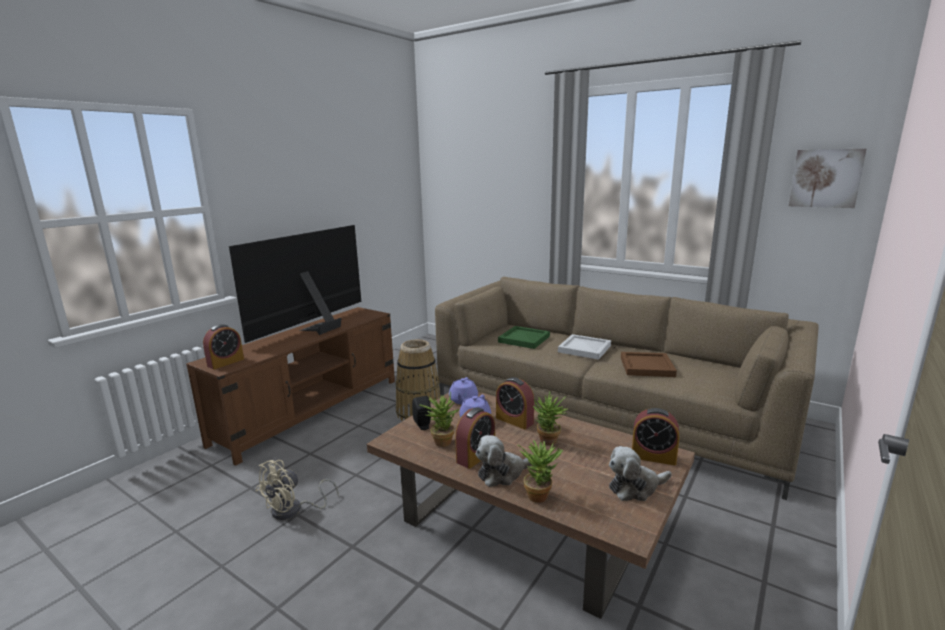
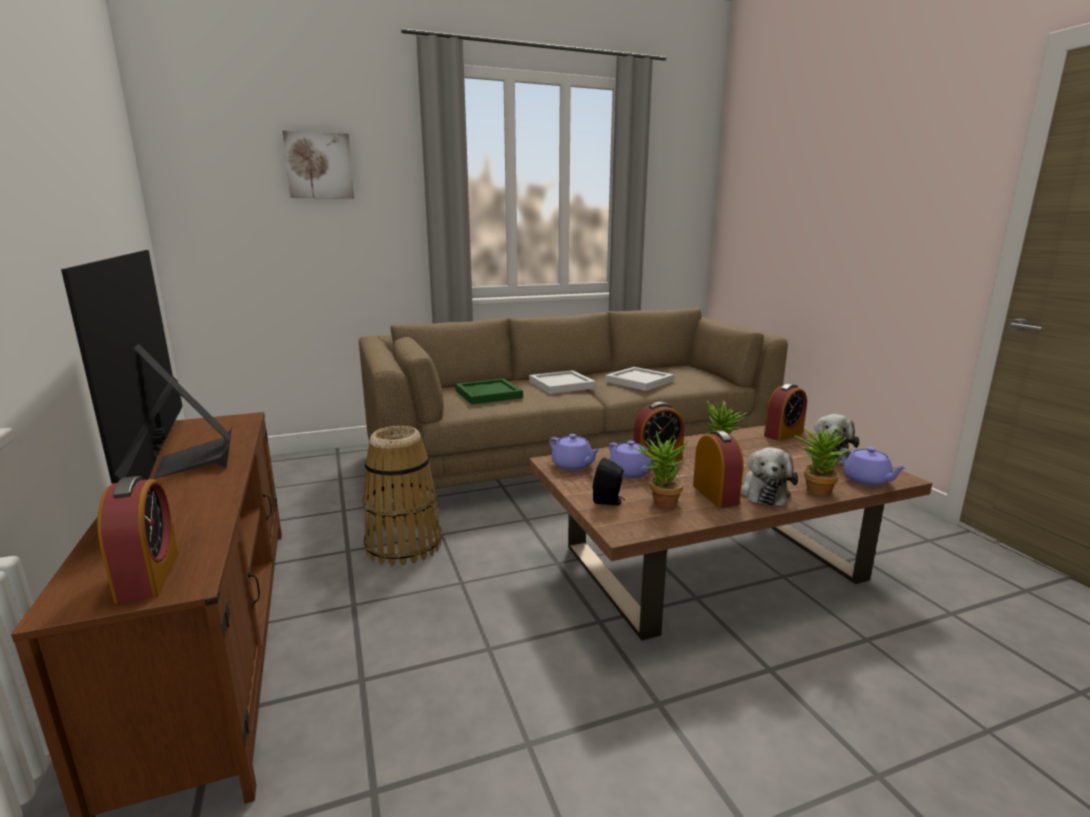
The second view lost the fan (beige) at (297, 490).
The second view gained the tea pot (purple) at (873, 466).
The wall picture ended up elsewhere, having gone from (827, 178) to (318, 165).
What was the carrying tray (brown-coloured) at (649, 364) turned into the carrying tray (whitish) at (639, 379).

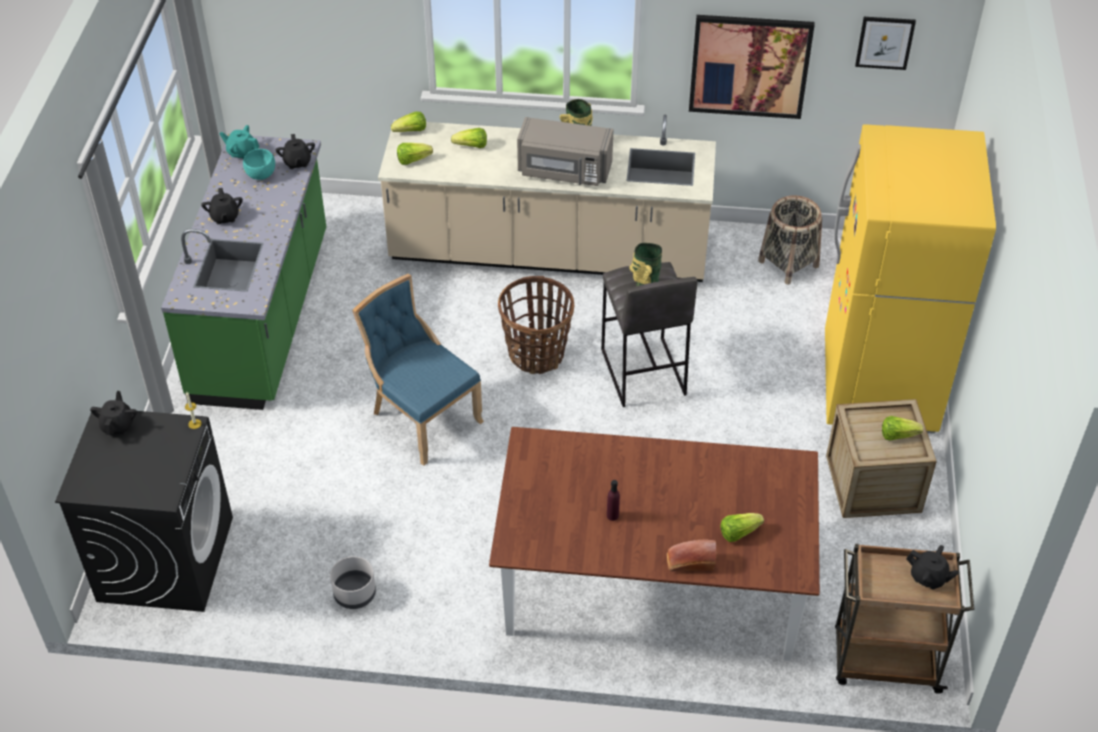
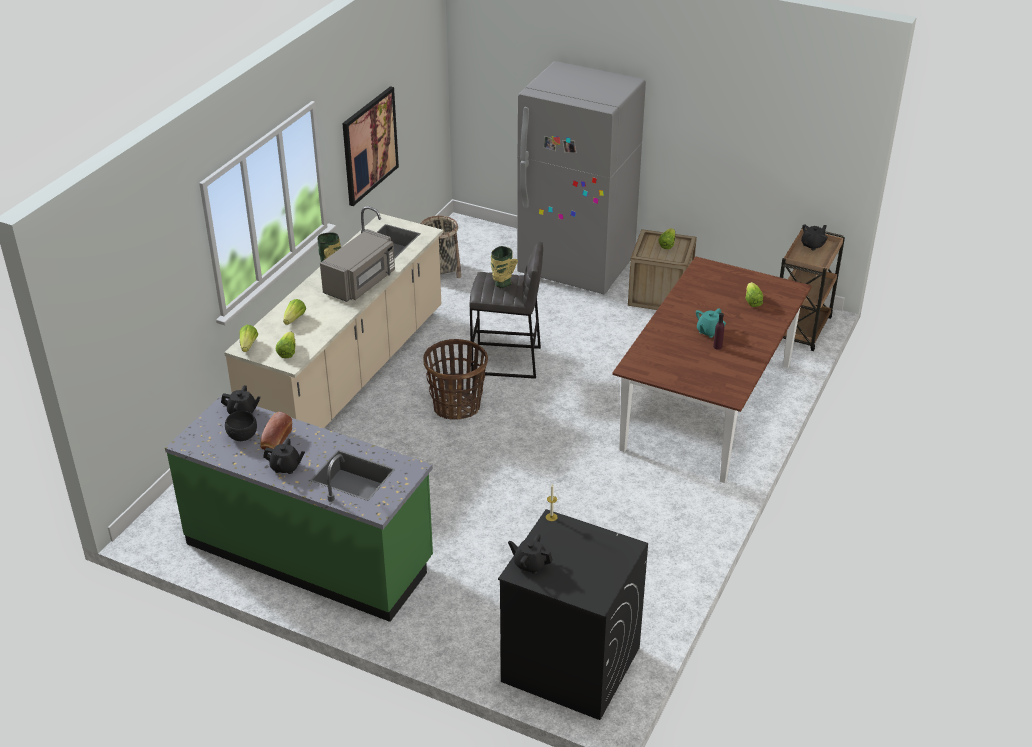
The second view lost the flower pot (gray) at (353, 582).
The second view lost the chair (blue-coloured) at (418, 370).
The second view lost the wall picture at (885, 43).
The tea pot (turquoise-coloured) ended up elsewhere, having gone from (239, 142) to (711, 323).
The baked bread ended up elsewhere, having gone from (691, 555) to (276, 431).
What was the deep dish (turquoise-coloured) at (259, 164) turned into the deep dish (black-coloured) at (241, 426).
What was the kitchen fridge (yellow) at (910, 279) turned into the kitchen fridge (gray) at (581, 178).

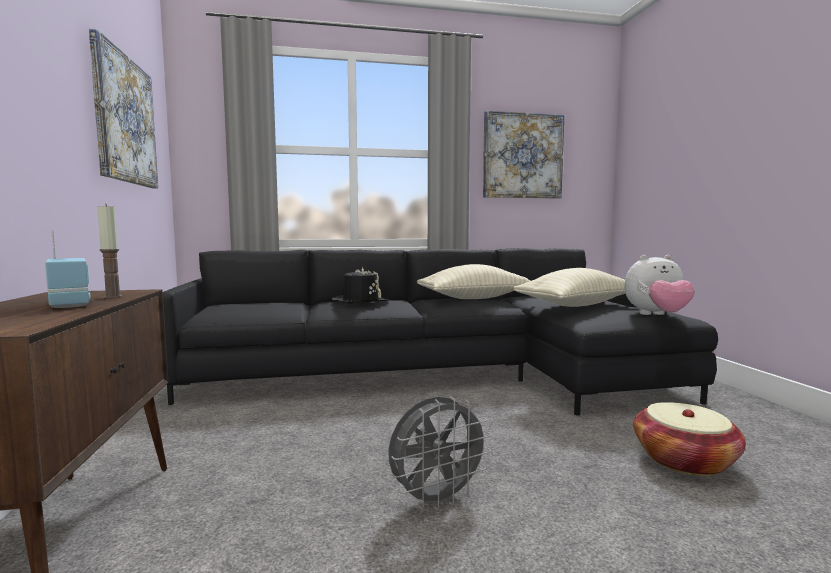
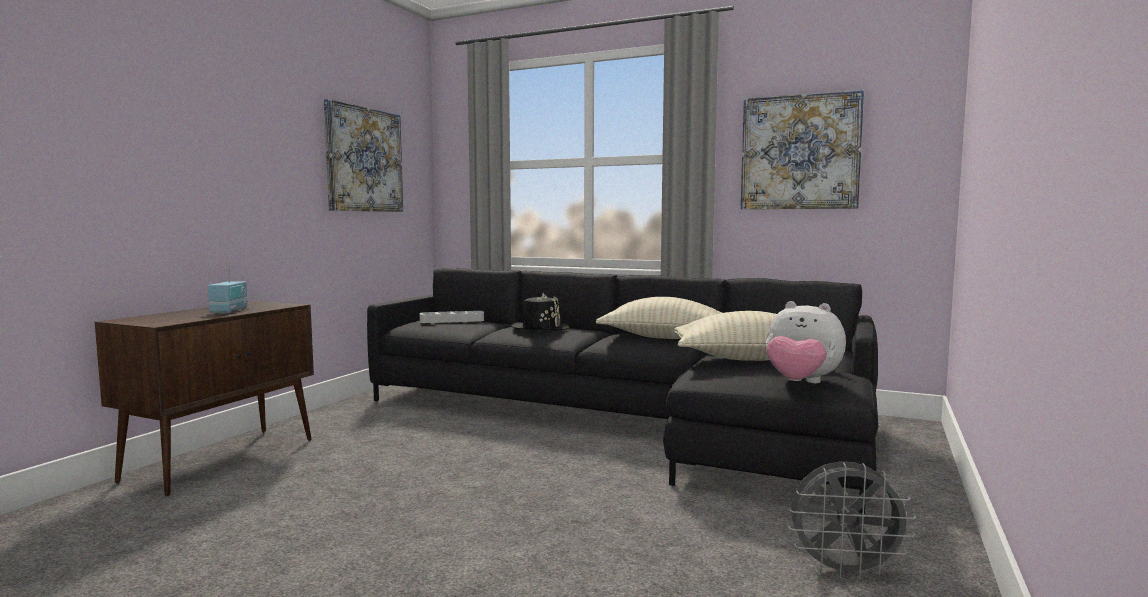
The second view lost the wax candle at (109, 251).
The second view lost the household basket at (690, 439).
The second view gained the carrying tray (gray) at (452, 317).
The fan (gray) ended up elsewhere, having gone from (440, 453) to (852, 521).

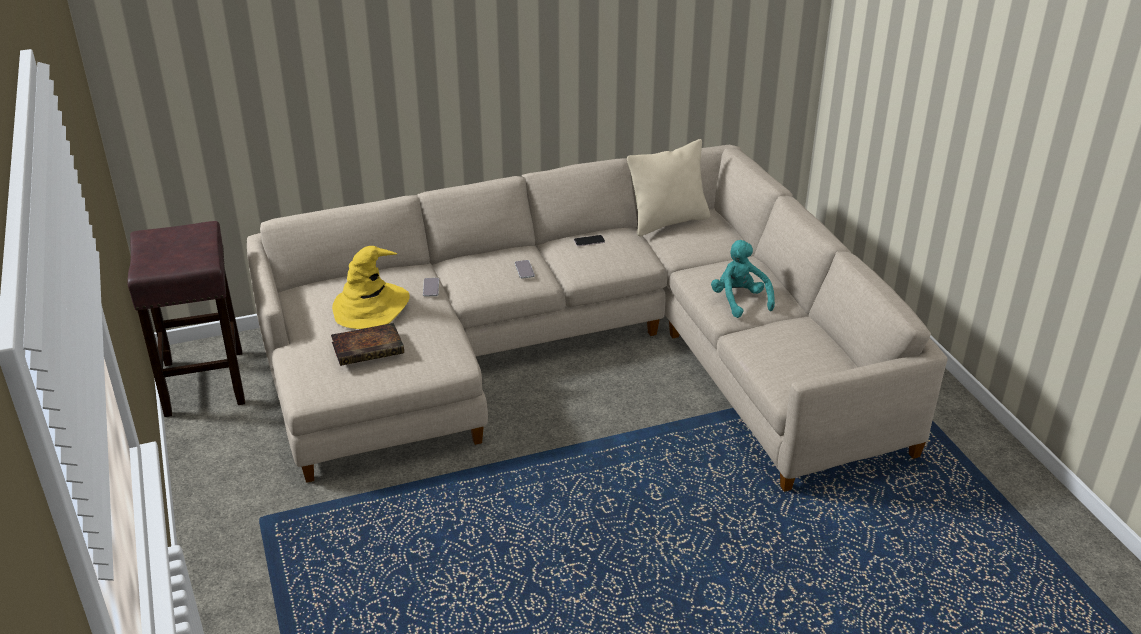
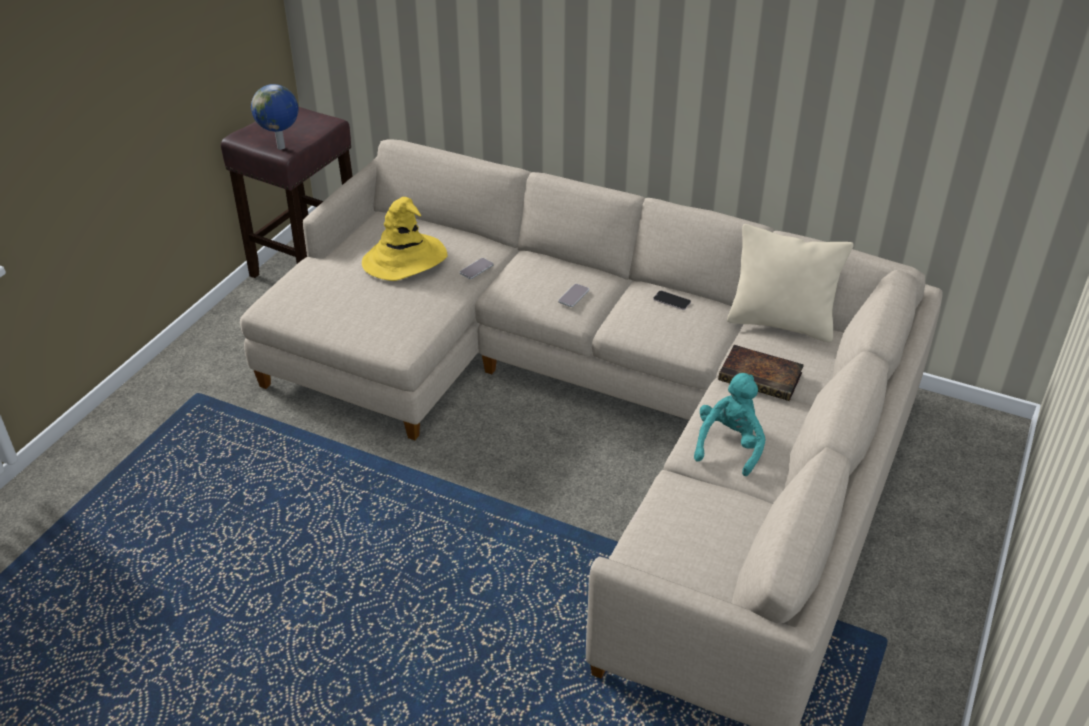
The second view gained the desk globe at (275, 117).
The book ended up elsewhere, having gone from (367, 344) to (761, 373).

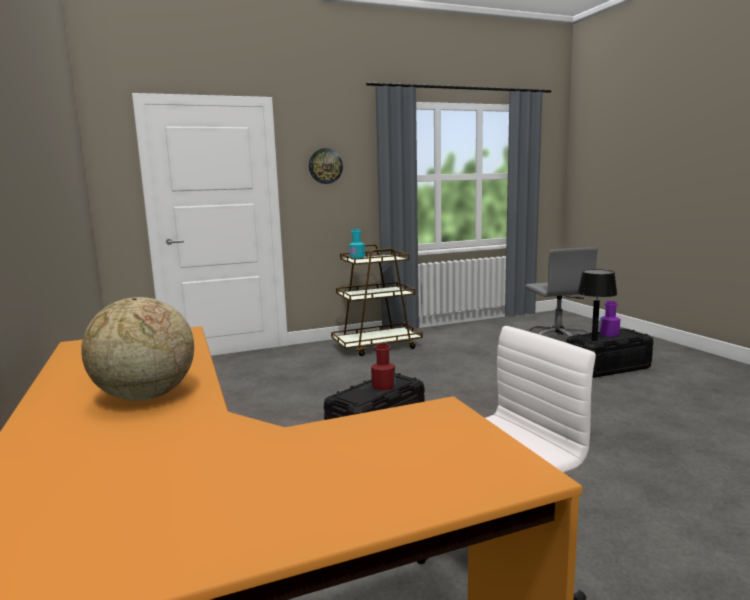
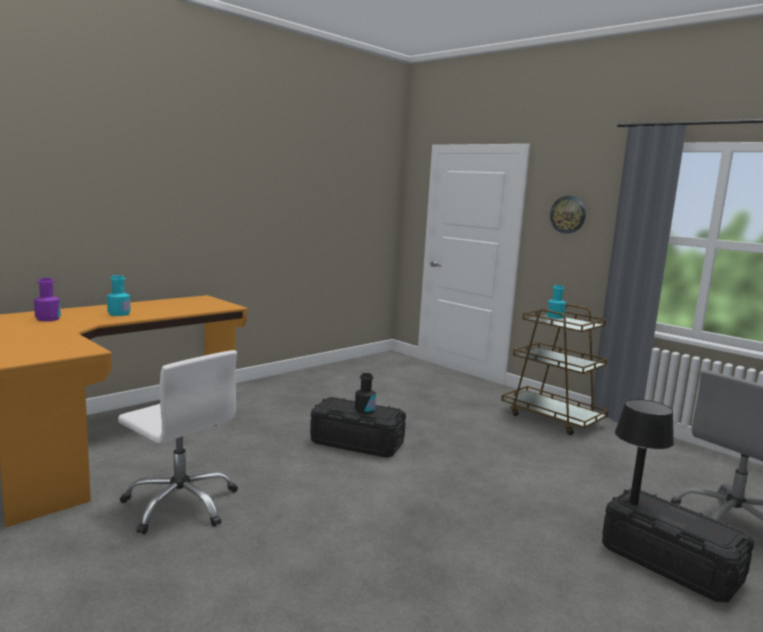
The beverage bottle (purple) ended up elsewhere, having gone from (609, 319) to (47, 299).
Where the desk globe stood at (137, 349), the beverage bottle (turquoise-coloured) came to stand at (119, 295).
What was the beverage bottle (red-coloured) at (383, 367) turned into the beverage bottle (black-coloured) at (365, 393).

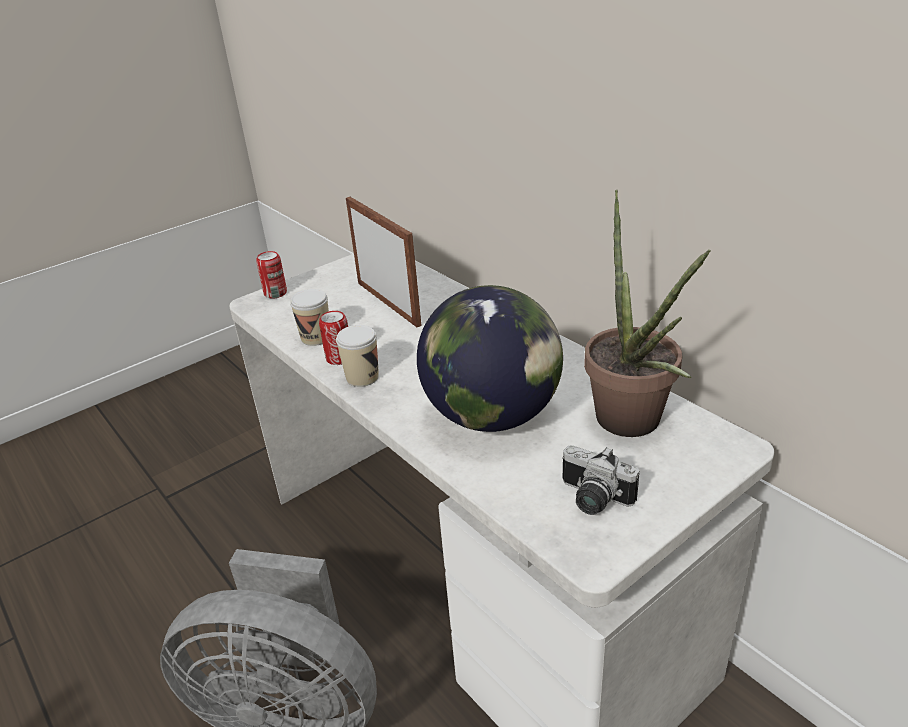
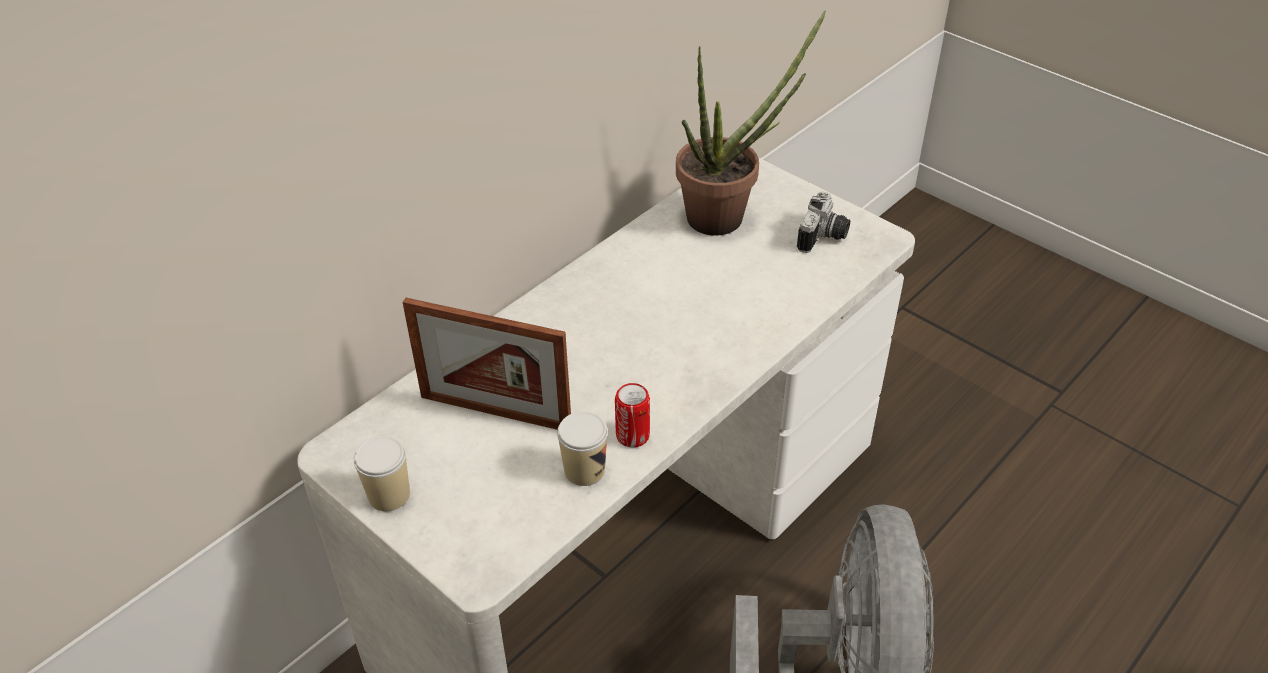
The second view lost the sealed can at (271, 275).
The second view lost the desk globe at (490, 358).
The cup ended up elsewhere, having gone from (357, 356) to (382, 474).
The picture frame at (384, 262) ended up facing another way, 120 degrees counterclockwise from before.

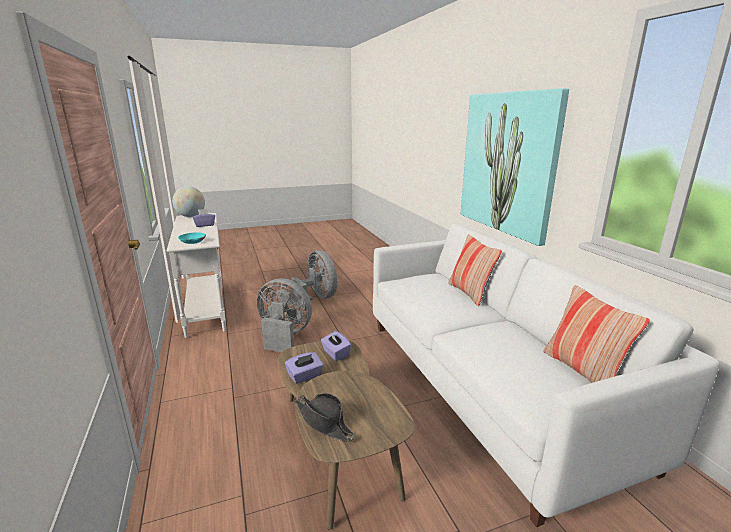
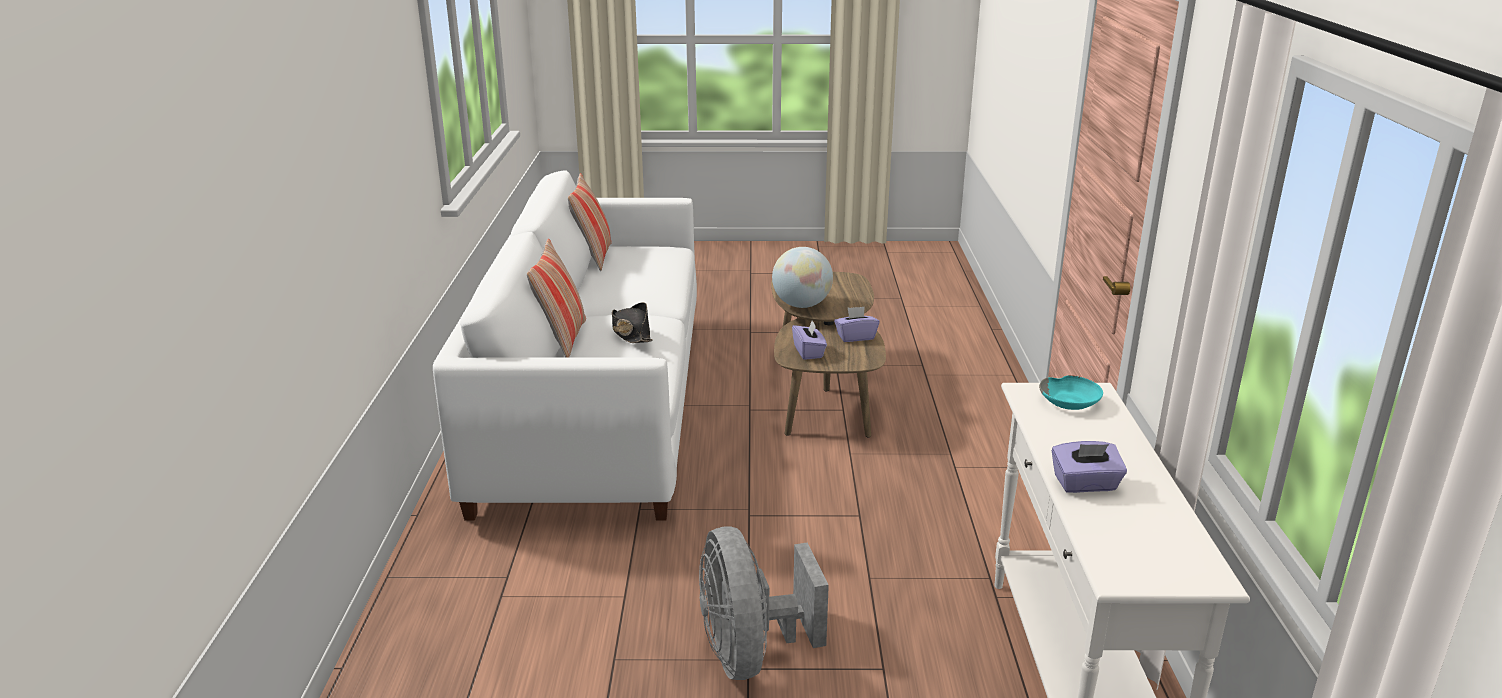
The second view lost the fan (gray) at (284, 315).
The second view lost the wall picture at (515, 167).
The desk globe ended up elsewhere, having gone from (188, 201) to (802, 277).
The wearable hat (black-coloured) ended up elsewhere, having gone from (325, 417) to (632, 322).

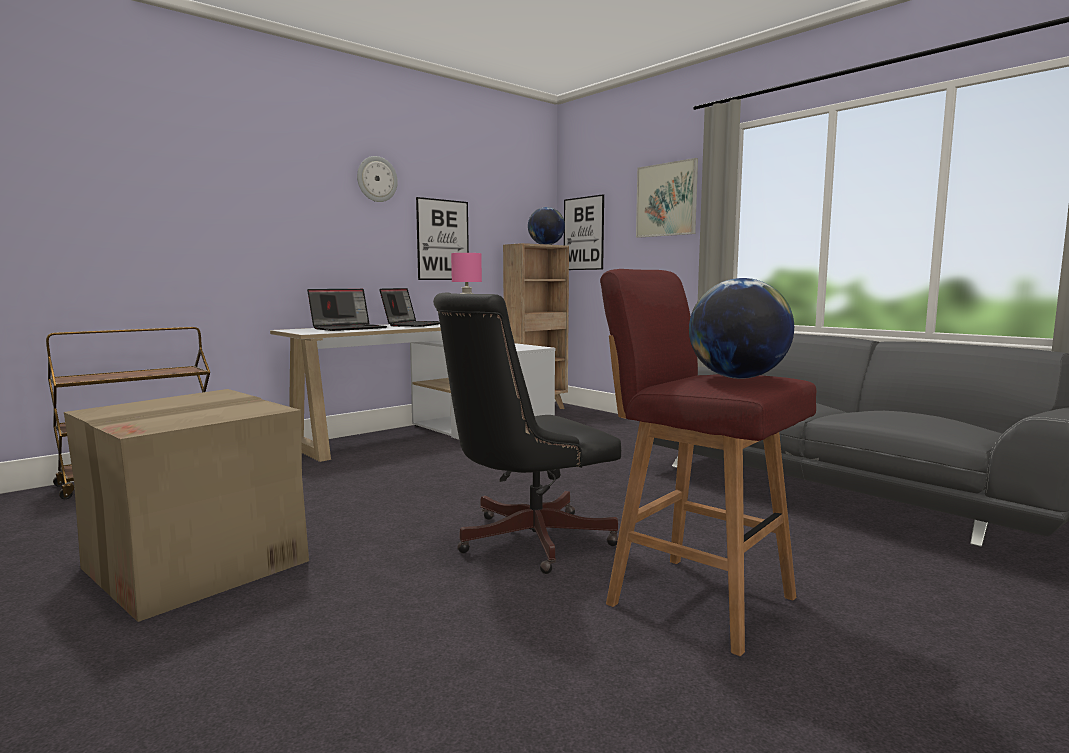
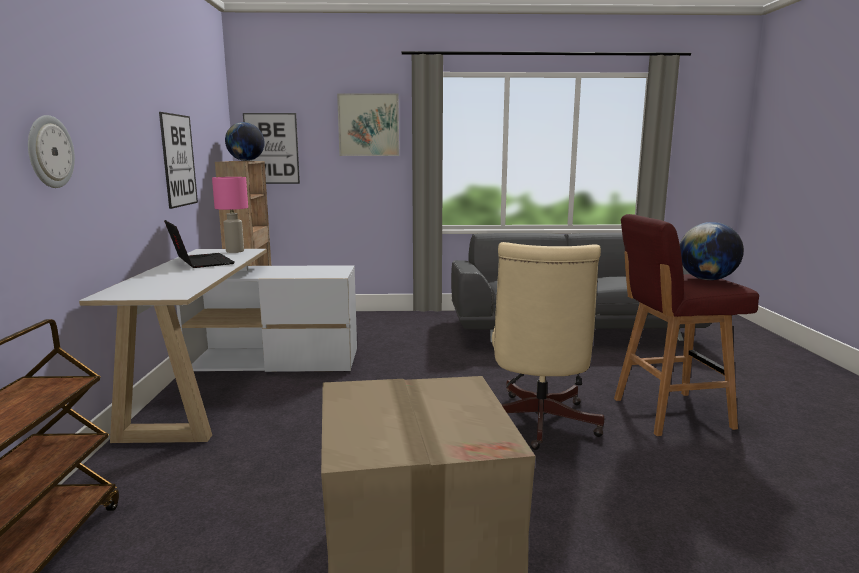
The second view lost the laptop at (347, 310).
The clock on the wall ended up elsewhere, having gone from (377, 179) to (51, 151).
What was the office chair (black-coloured) at (527, 433) turned into the office chair (beige) at (548, 346).

